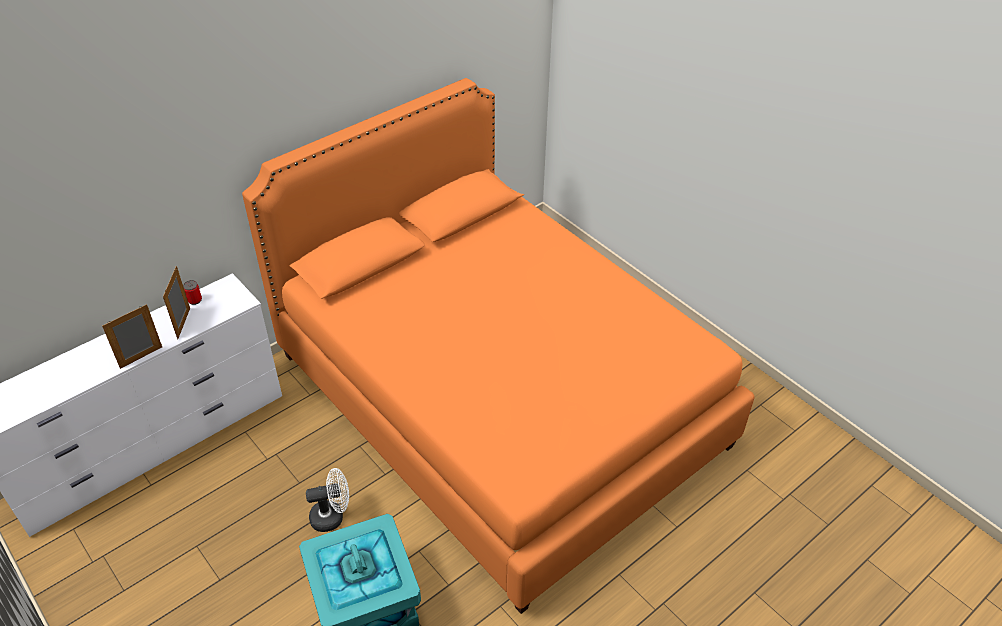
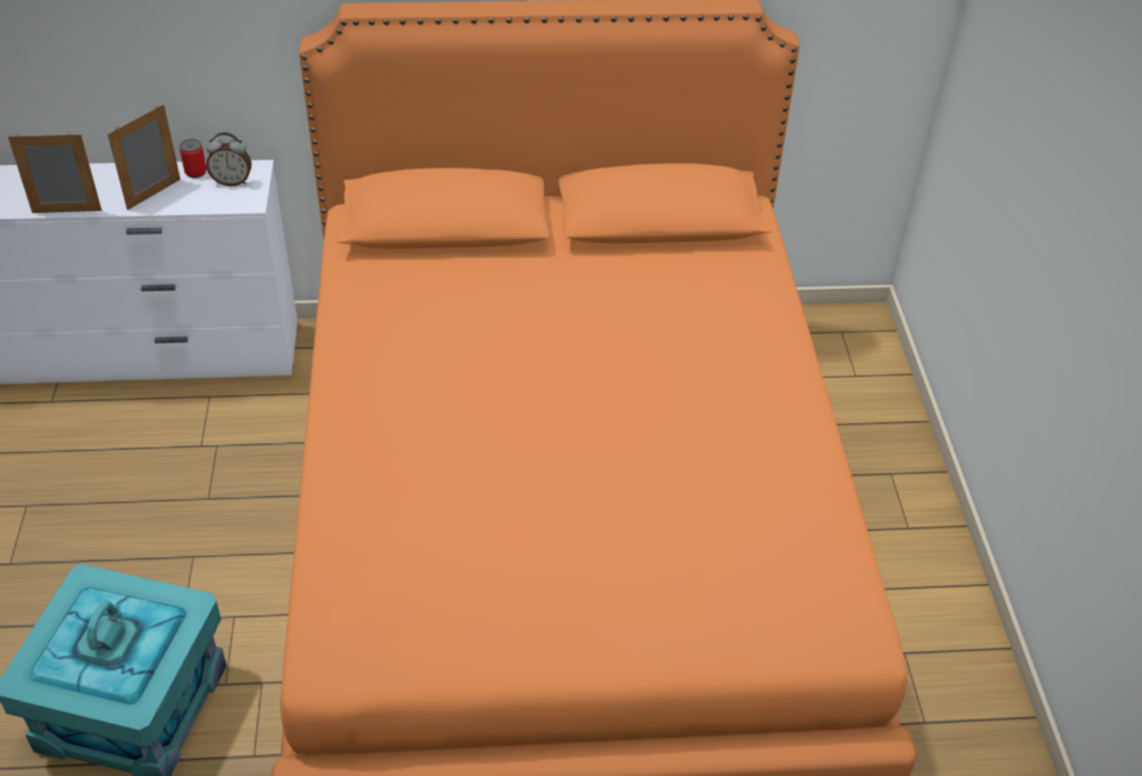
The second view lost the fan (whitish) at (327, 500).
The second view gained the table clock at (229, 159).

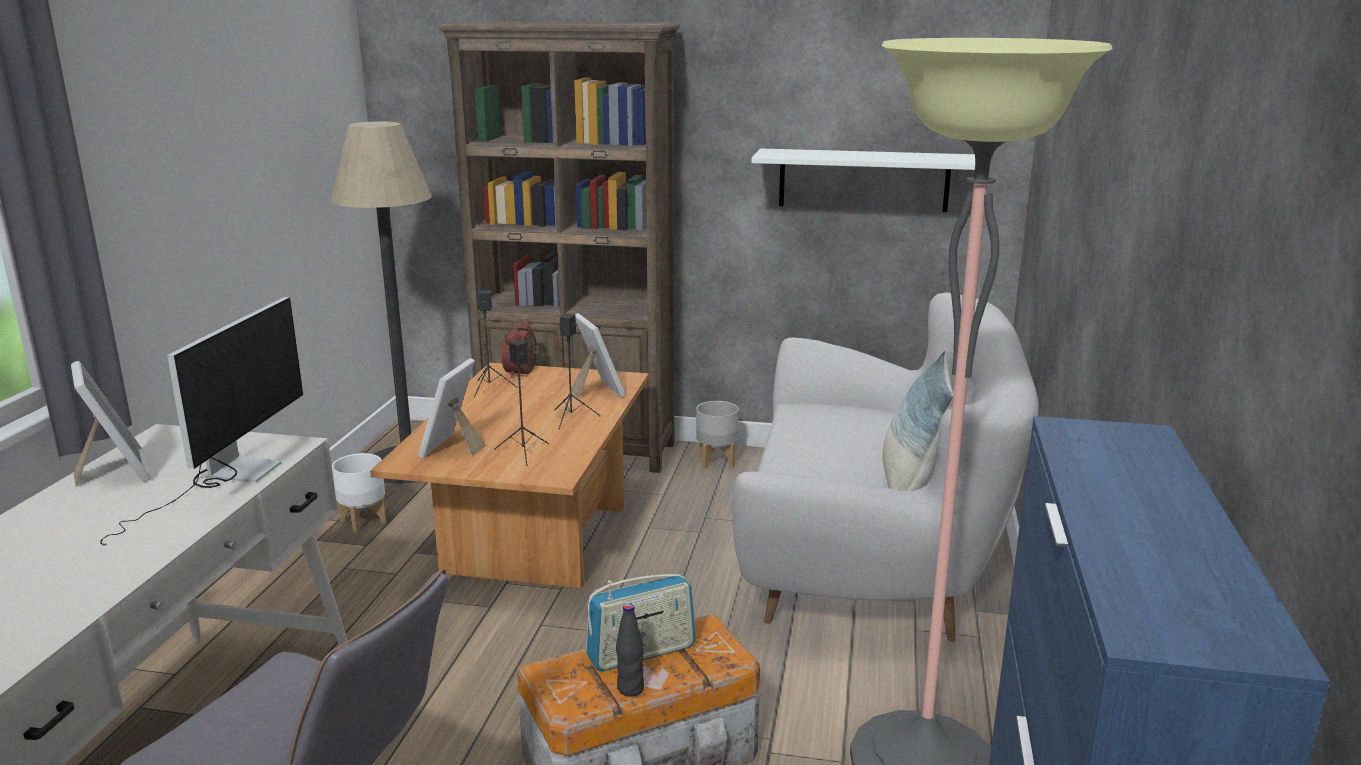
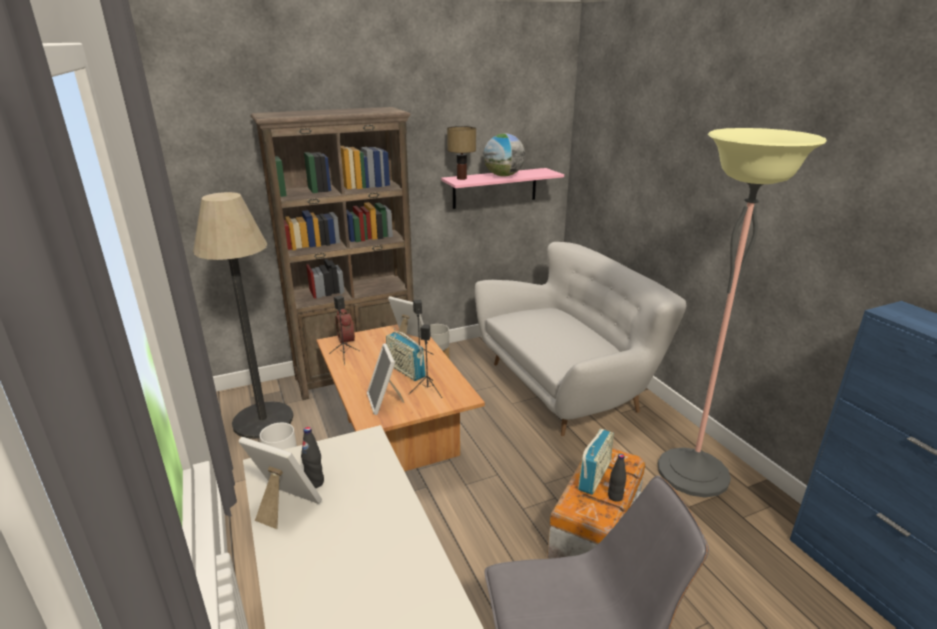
The second view lost the computer screen at (202, 421).
The second view lost the throw pillow at (918, 421).
The second view gained the beverage bottle (black-coloured) at (312, 457).
The second view gained the radio receiver at (406, 354).
The second view gained the table lamp at (461, 153).
The second view gained the desk globe at (504, 155).
What was the wall shelf (whitish) at (863, 180) turned into the wall shelf (pink) at (502, 188).

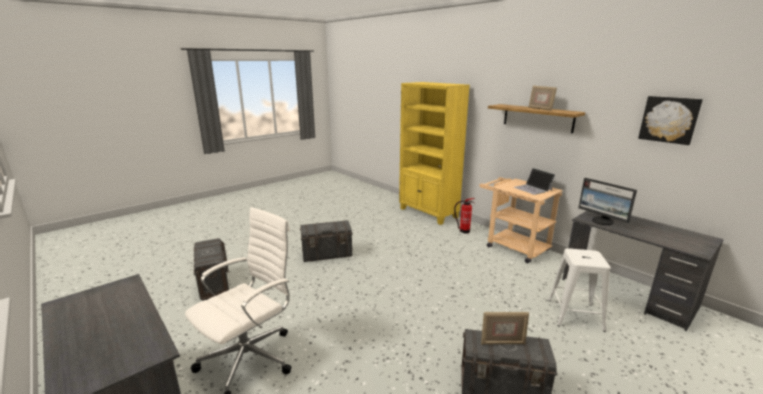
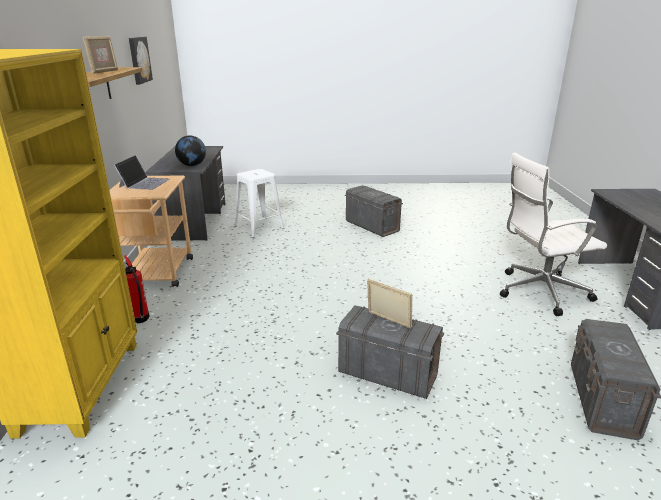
The picture frame ended up elsewhere, having gone from (505, 328) to (389, 303).
Where the computer screen stood at (607, 201), the desk globe came to stand at (190, 151).

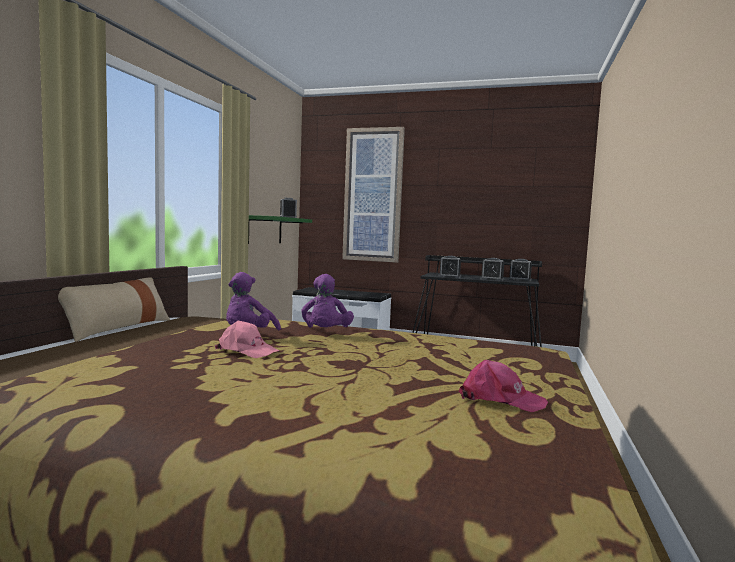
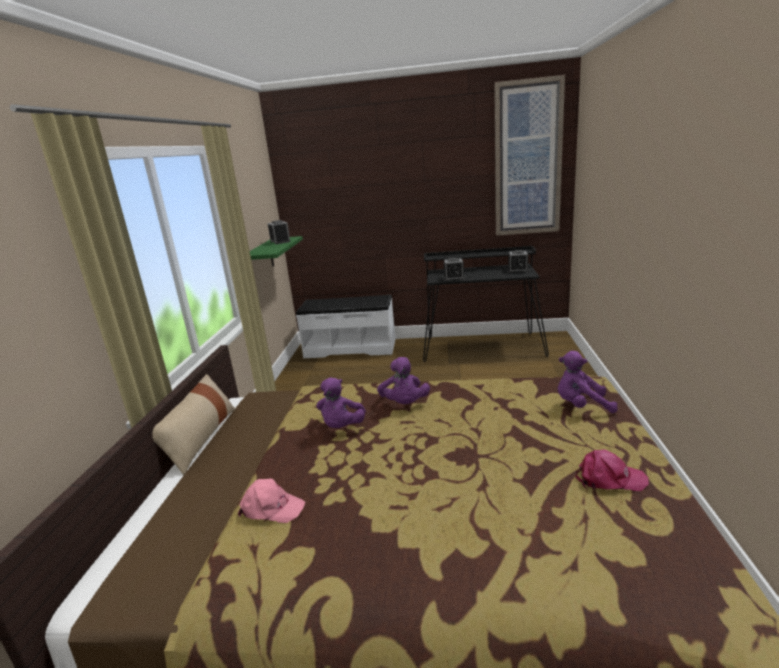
The second view lost the table clock at (492, 269).
The second view gained the soft toy (purple) at (588, 382).
The baseball cap (pink) ended up elsewhere, having gone from (247, 339) to (272, 501).
The wall picture ended up elsewhere, having gone from (373, 195) to (529, 155).

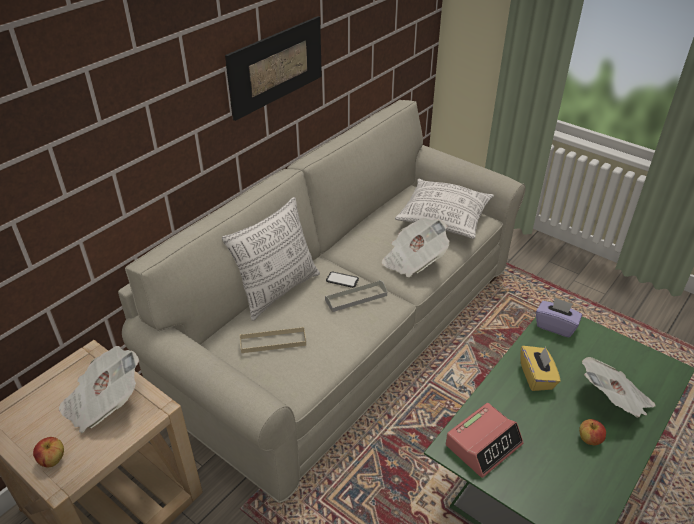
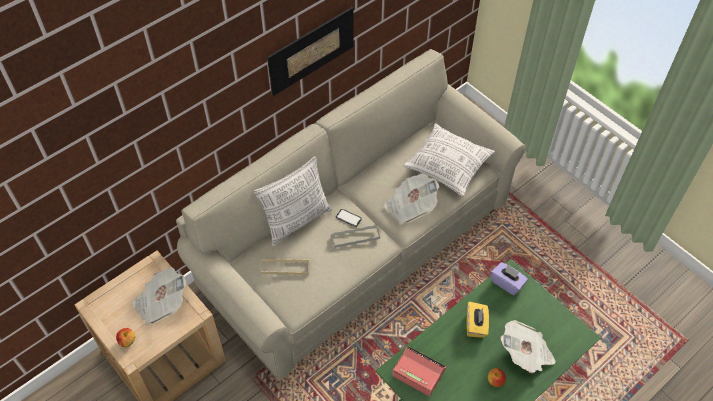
The table clock at (485, 440) ended up facing another way, 120 degrees counterclockwise from before.

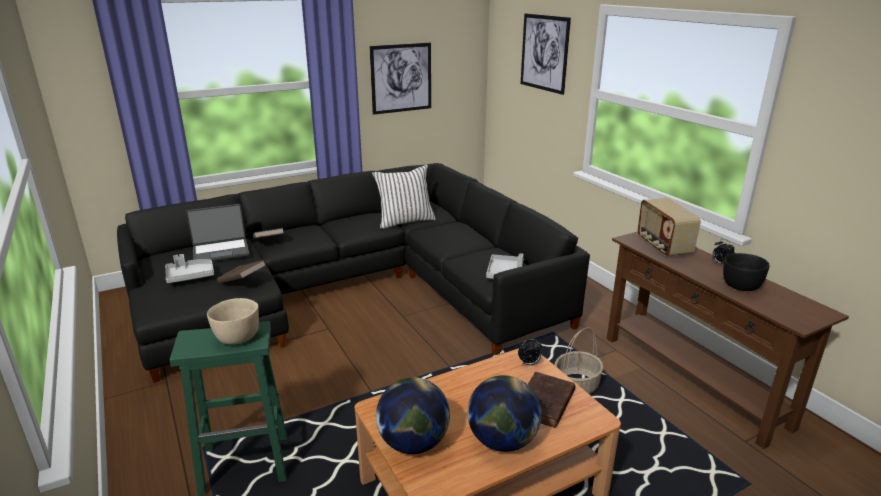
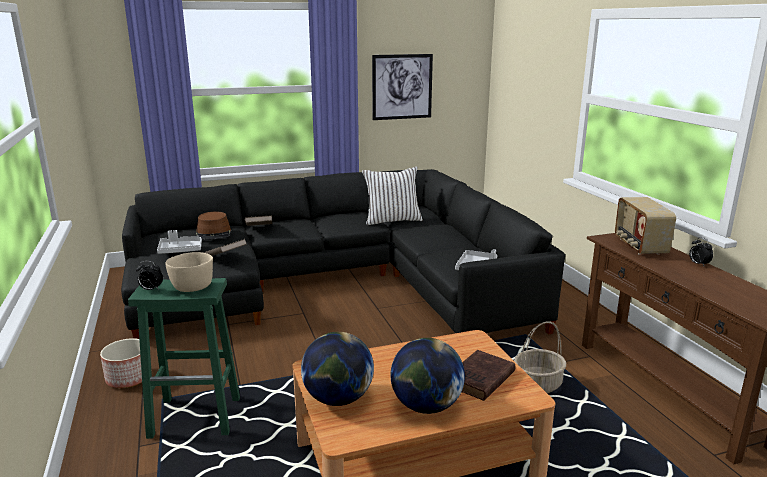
The second view lost the wall picture at (546, 54).
The second view lost the deep dish (black-coloured) at (746, 272).
The second view gained the flower pot at (126, 363).
The table clock ended up elsewhere, having gone from (530, 352) to (149, 275).
Where the laptop stood at (218, 233), the wearable hat (brown-coloured) came to stand at (213, 225).

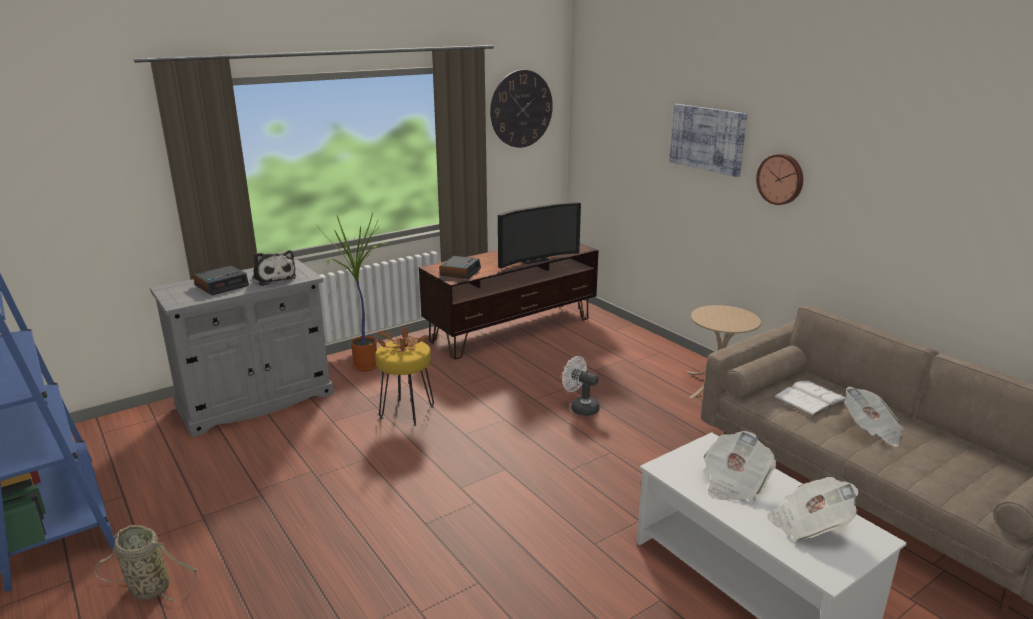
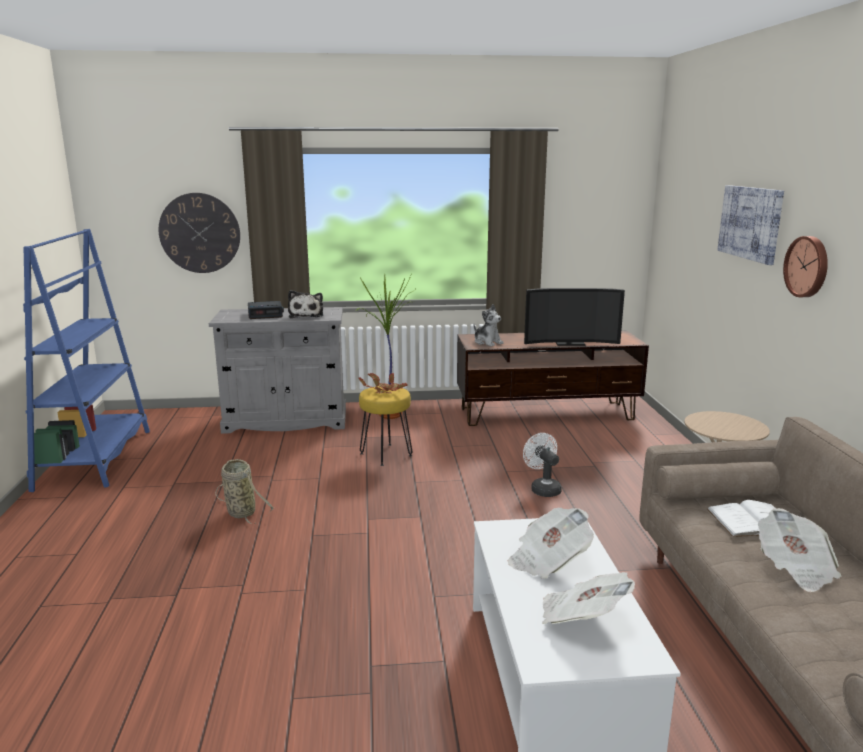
The household basket ended up elsewhere, having gone from (146, 563) to (244, 491).
The clock on the wall ended up elsewhere, having gone from (521, 109) to (199, 233).
Where the table clock stood at (460, 267), the soft toy came to stand at (489, 325).

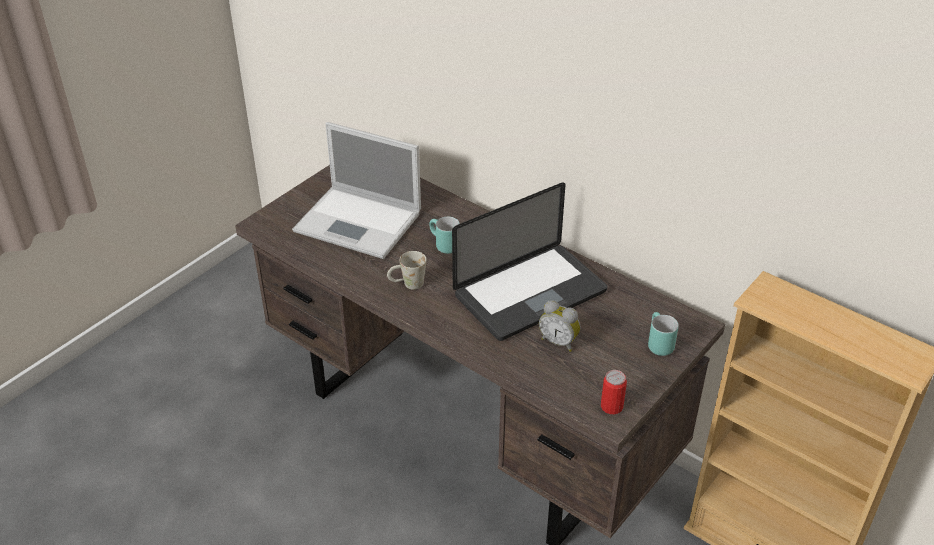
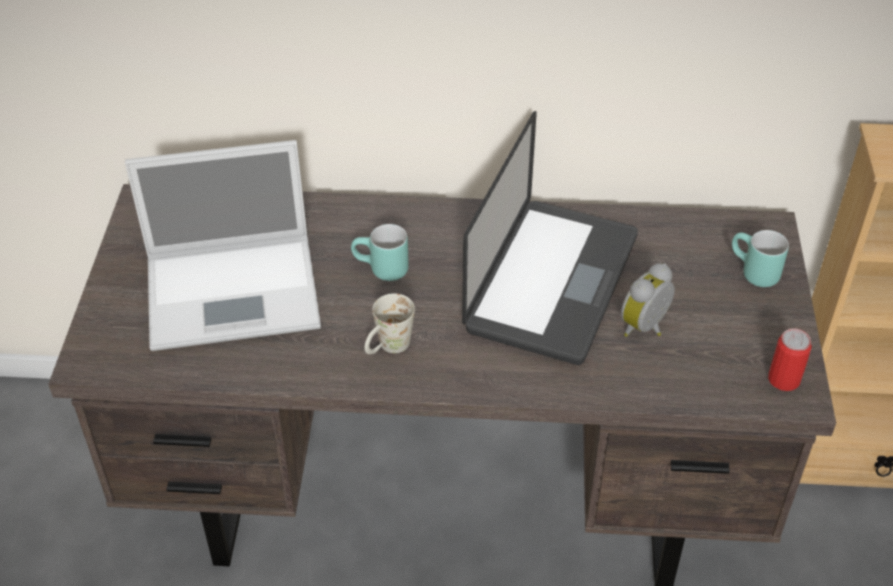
The table clock at (559, 326) ended up facing another way, 135 degrees clockwise from before.

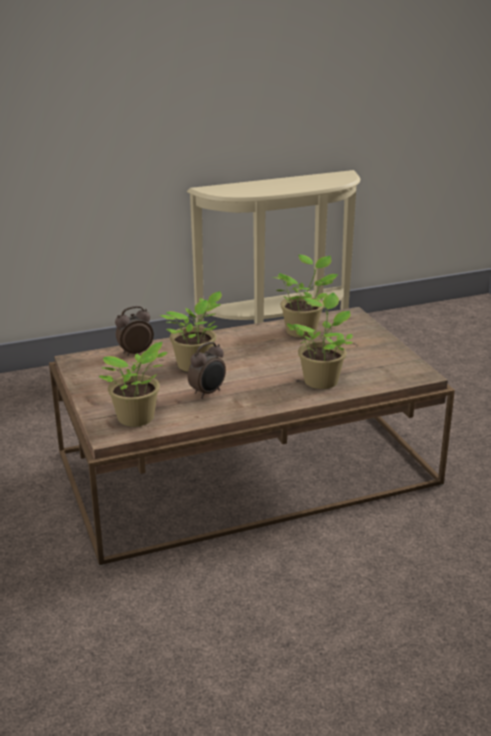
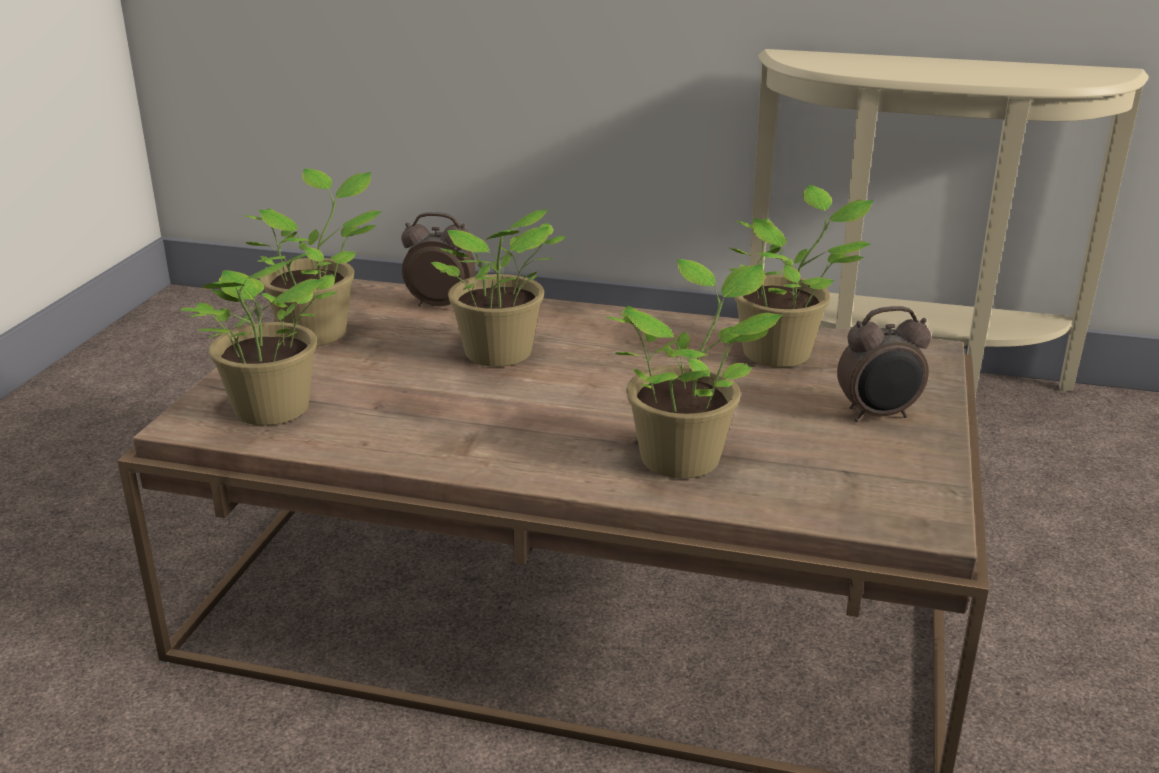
The second view gained the houseplant at (312, 257).
The table clock ended up elsewhere, having gone from (207, 370) to (884, 364).

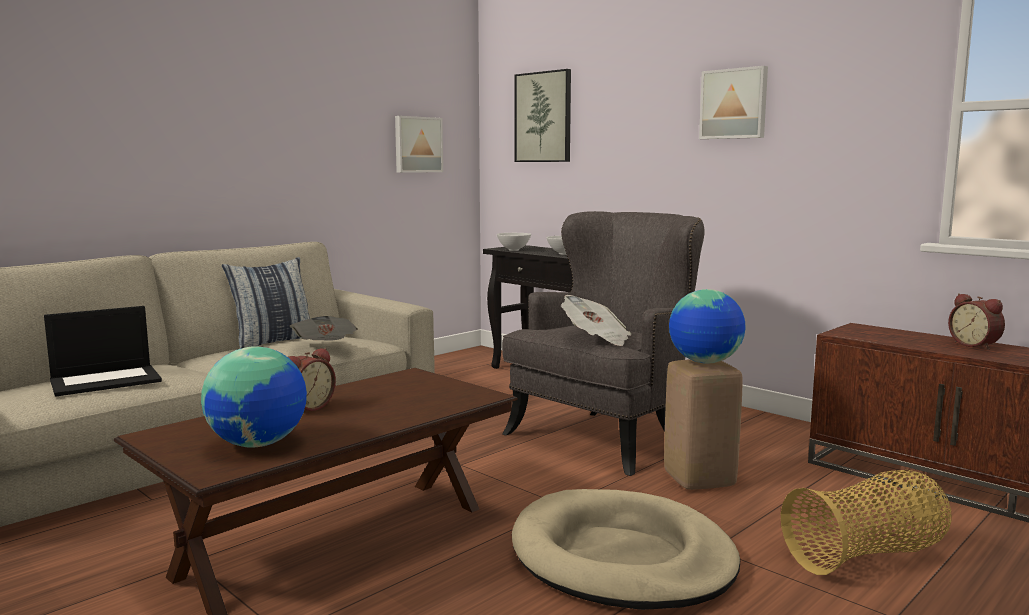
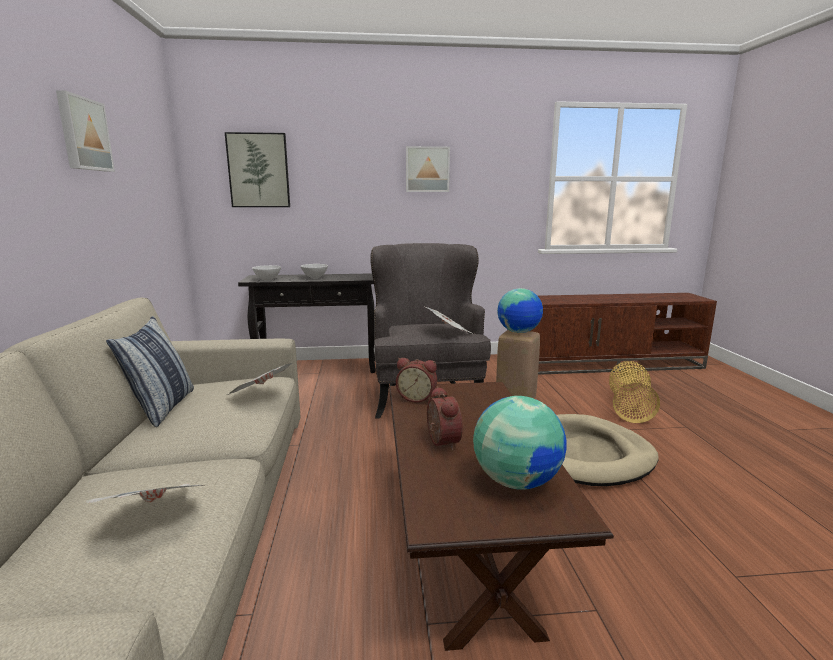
The wall picture ended up elsewhere, having gone from (419, 144) to (85, 131).
The table clock ended up elsewhere, having gone from (976, 321) to (416, 380).
Where the laptop stood at (103, 351), the newspaper came to stand at (144, 493).

